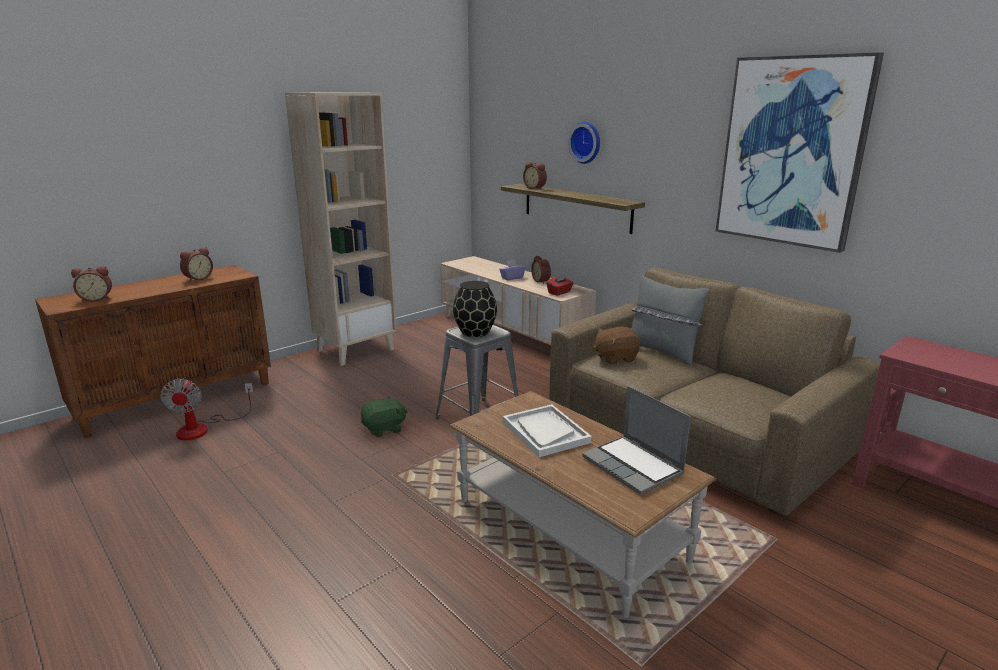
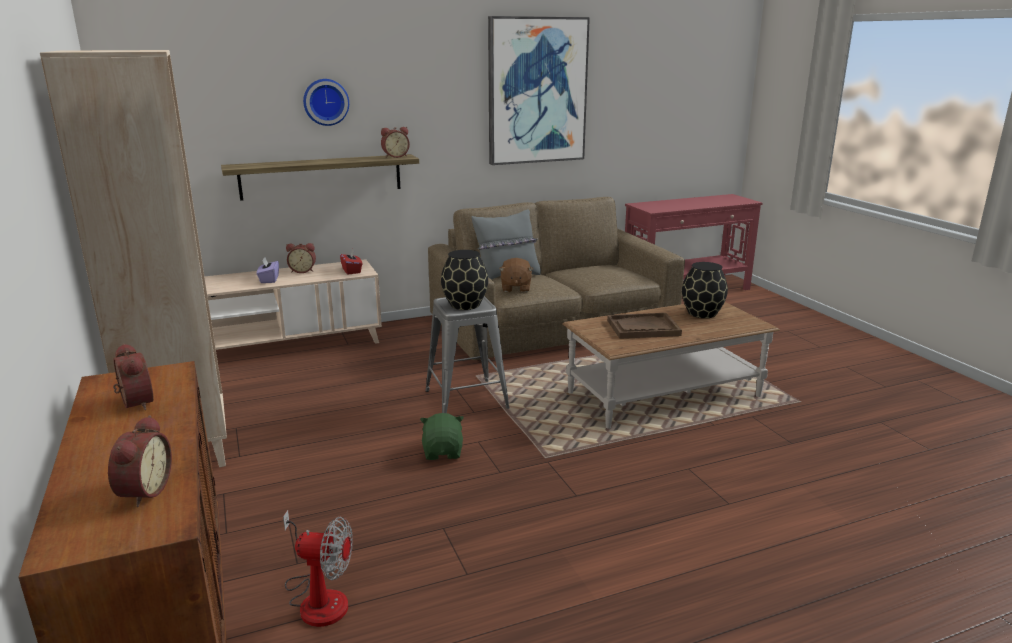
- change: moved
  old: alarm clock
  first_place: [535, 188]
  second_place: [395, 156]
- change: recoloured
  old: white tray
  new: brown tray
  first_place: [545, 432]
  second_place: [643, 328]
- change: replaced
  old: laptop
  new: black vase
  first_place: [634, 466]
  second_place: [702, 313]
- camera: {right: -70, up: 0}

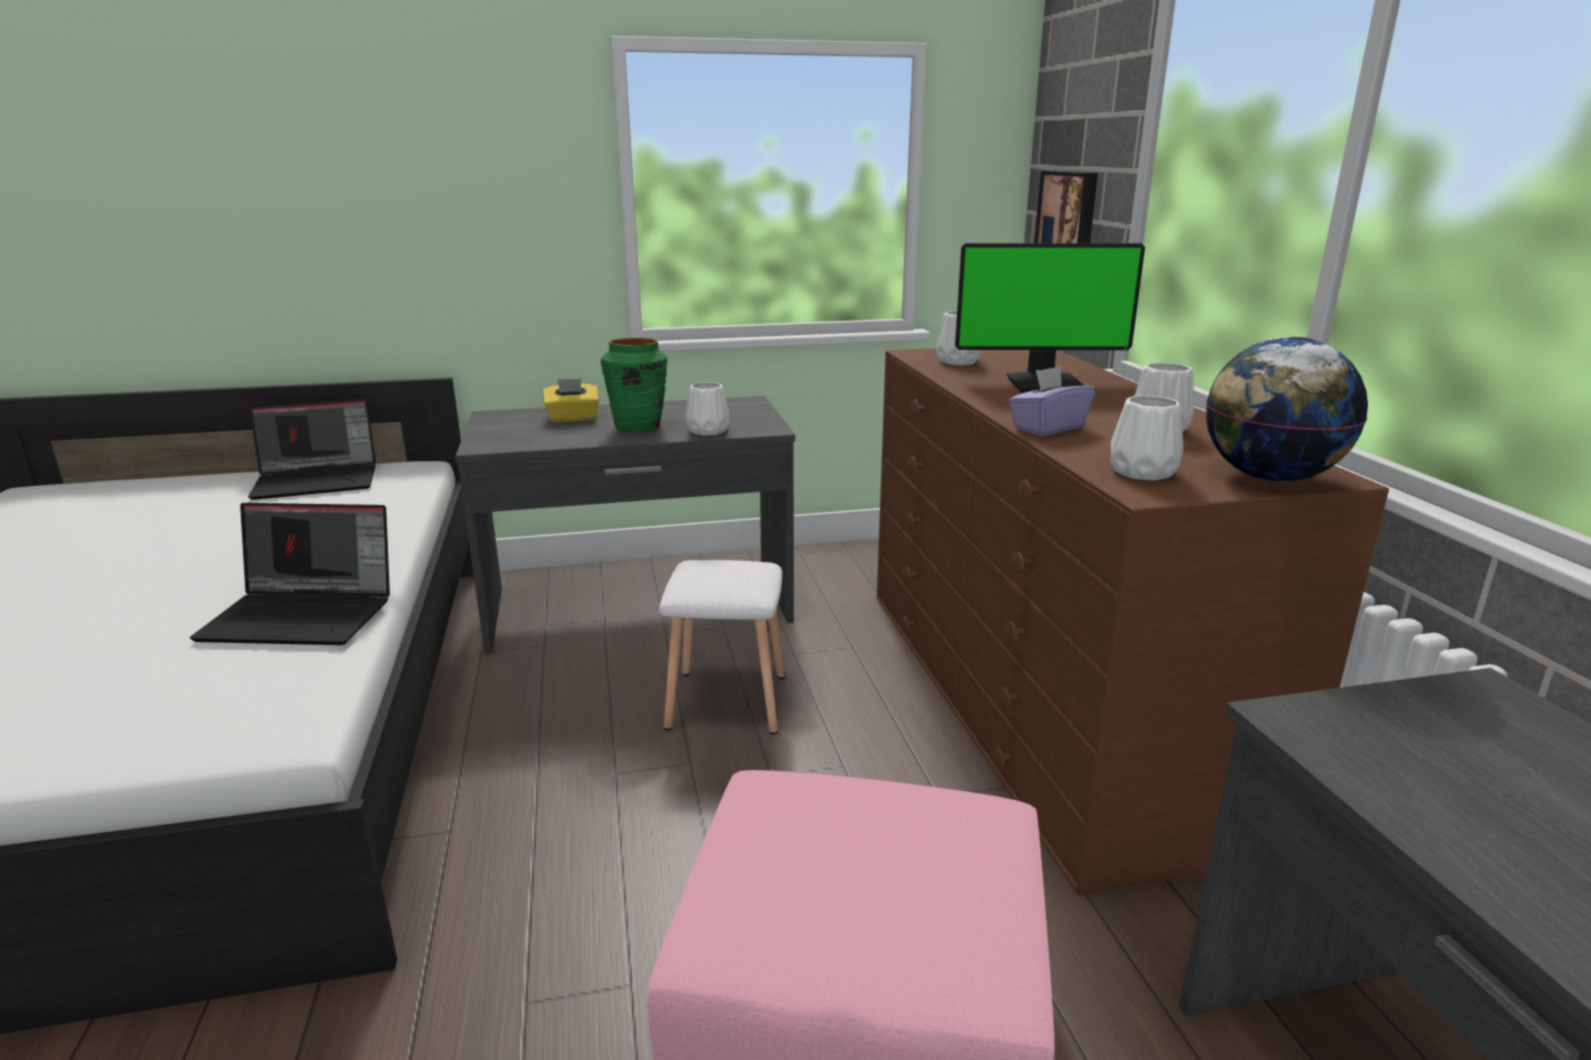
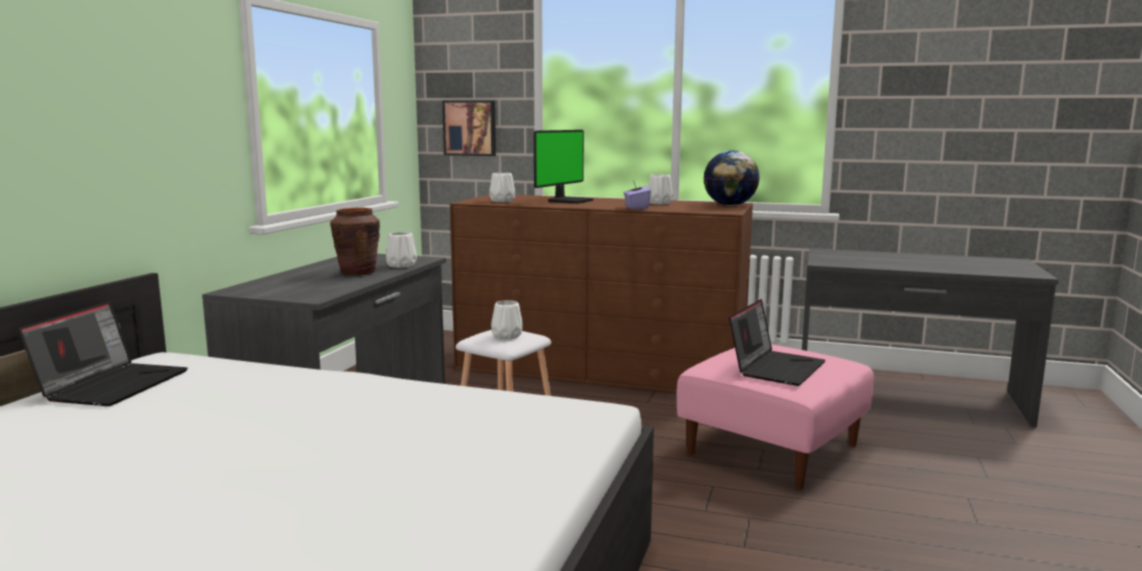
- change: recoloured
  old: green vase
  new: brown vase
  first_place: [638, 427]
  second_place: [357, 273]
- change: moved
  old: white vase
  first_place: [1141, 472]
  second_place: [507, 336]
- change: moved
  old: laptop
  first_place: [305, 615]
  second_place: [776, 368]
- change: removed
  old: yellow tissue box
  first_place: [573, 418]
- camera: {right: -60, up: -10}

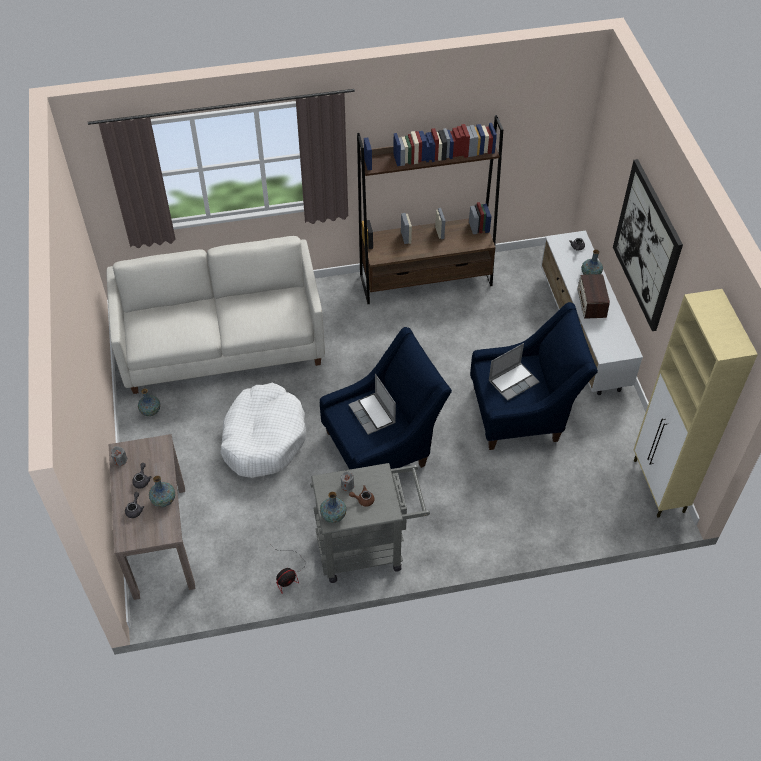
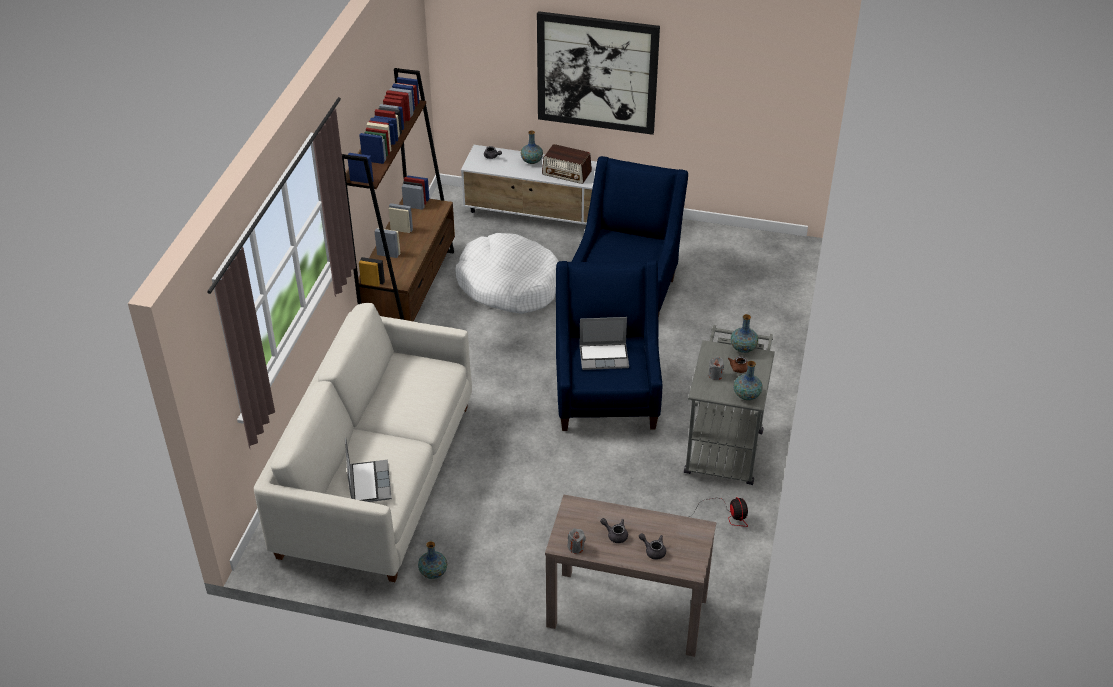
- change: moved
  old: laptop
  first_place: [513, 381]
  second_place: [368, 482]
- change: moved
  old: white dog bed
  first_place: [263, 438]
  second_place: [509, 284]
- change: moved
  old: vase
  first_place: [164, 500]
  second_place: [743, 348]
- change: removed
  old: beige cabinet
  first_place: [659, 487]
- camera: {right: -65, up: -10}

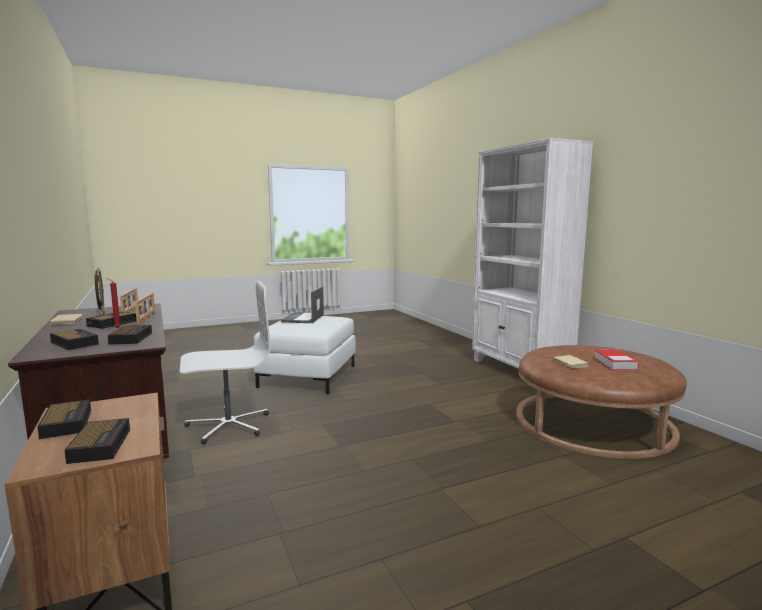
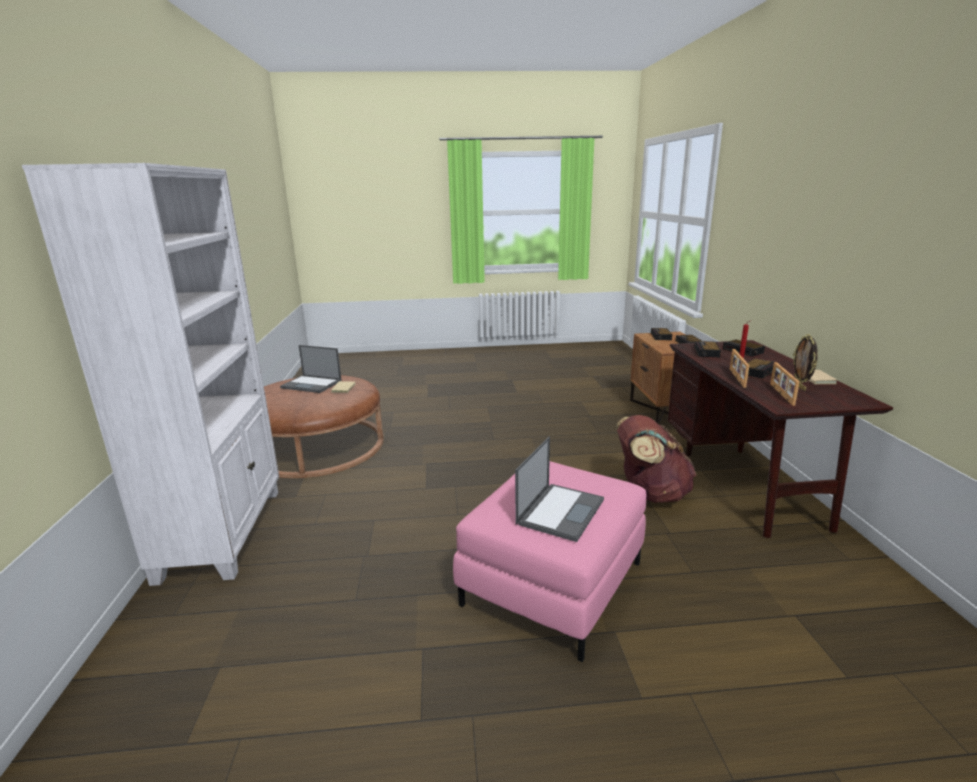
- change: replaced
  old: book
  new: laptop
  first_place: [615, 363]
  second_place: [312, 384]
- change: recoloured
  old: white ottoman
  new: pink ottoman
  first_place: [308, 376]
  second_place: [553, 583]
- change: replaced
  old: white office chair
  new: brown backpack
  first_place: [228, 425]
  second_place: [650, 493]
- camera: {right: -160, up: 10}

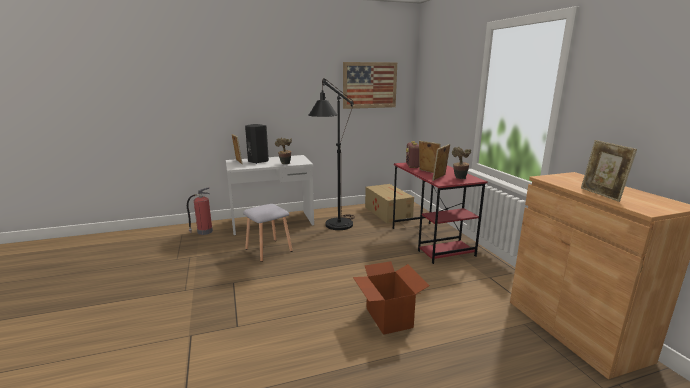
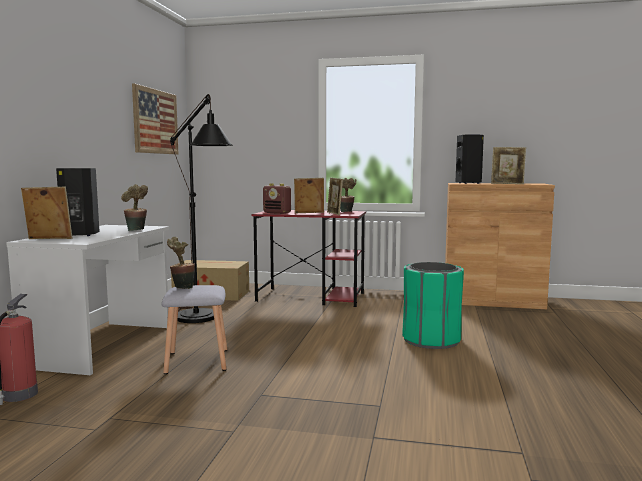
- change: added
  new: potted plant
  second_place: [182, 288]
- change: replaced
  old: cardboard box
  new: green trash can
  first_place: [388, 318]
  second_place: [431, 340]
- change: added
  new: black speaker
  second_place: [469, 183]
- camera: {right: -60, up: -10}

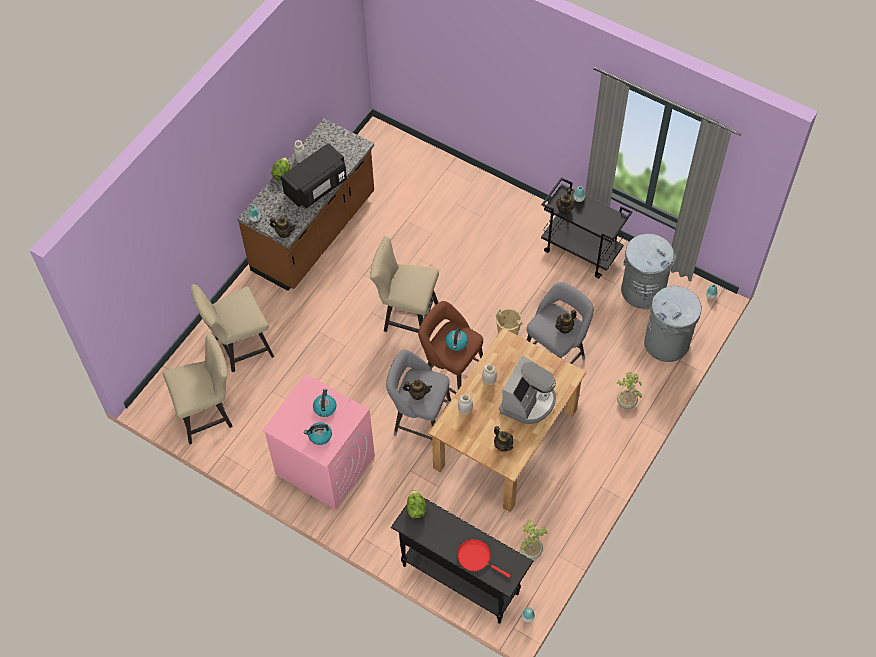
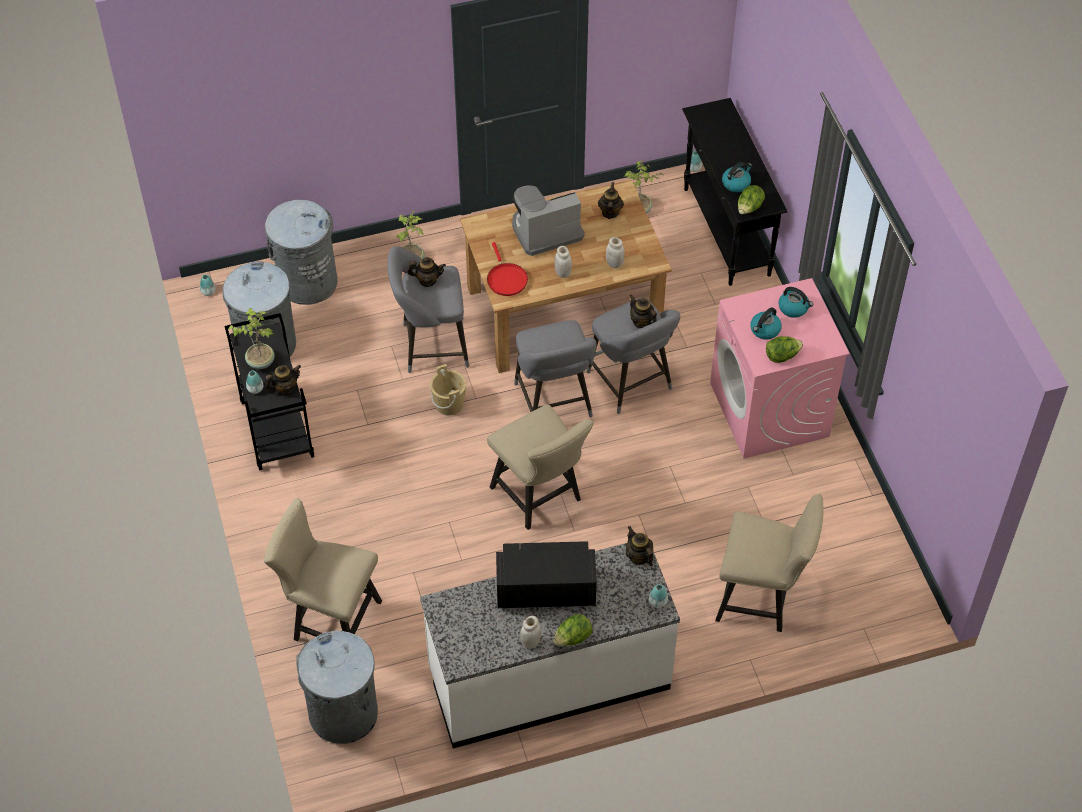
- change: added
  new: potted plant
  second_place: [260, 361]
- change: moved
  old: beige chair
  first_place: [208, 414]
  second_place: [331, 620]
- change: added
  new: grey trash can
  second_place: [343, 714]
- change: recoloured
  old: brown counter
  new: white counter
  first_place: [314, 233]
  second_place: [549, 679]
- change: moved
  old: red frying pan
  first_place: [476, 557]
  second_place: [506, 279]
- change: recoloured
  old: brown stool
  new: grey stool
  first_place: [451, 375]
  second_place: [554, 404]
- change: moved
  old: kettle
  first_place: [456, 343]
  second_place: [736, 183]
- change: added
  new: lettuce
  second_place: [782, 356]
- camera: {right: -140, up: -5}

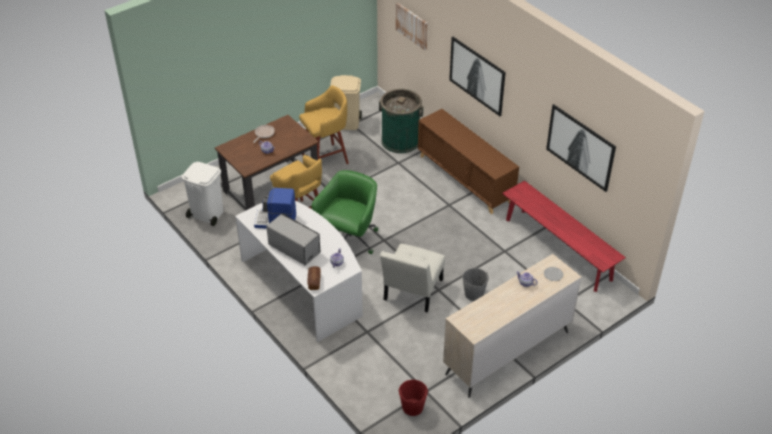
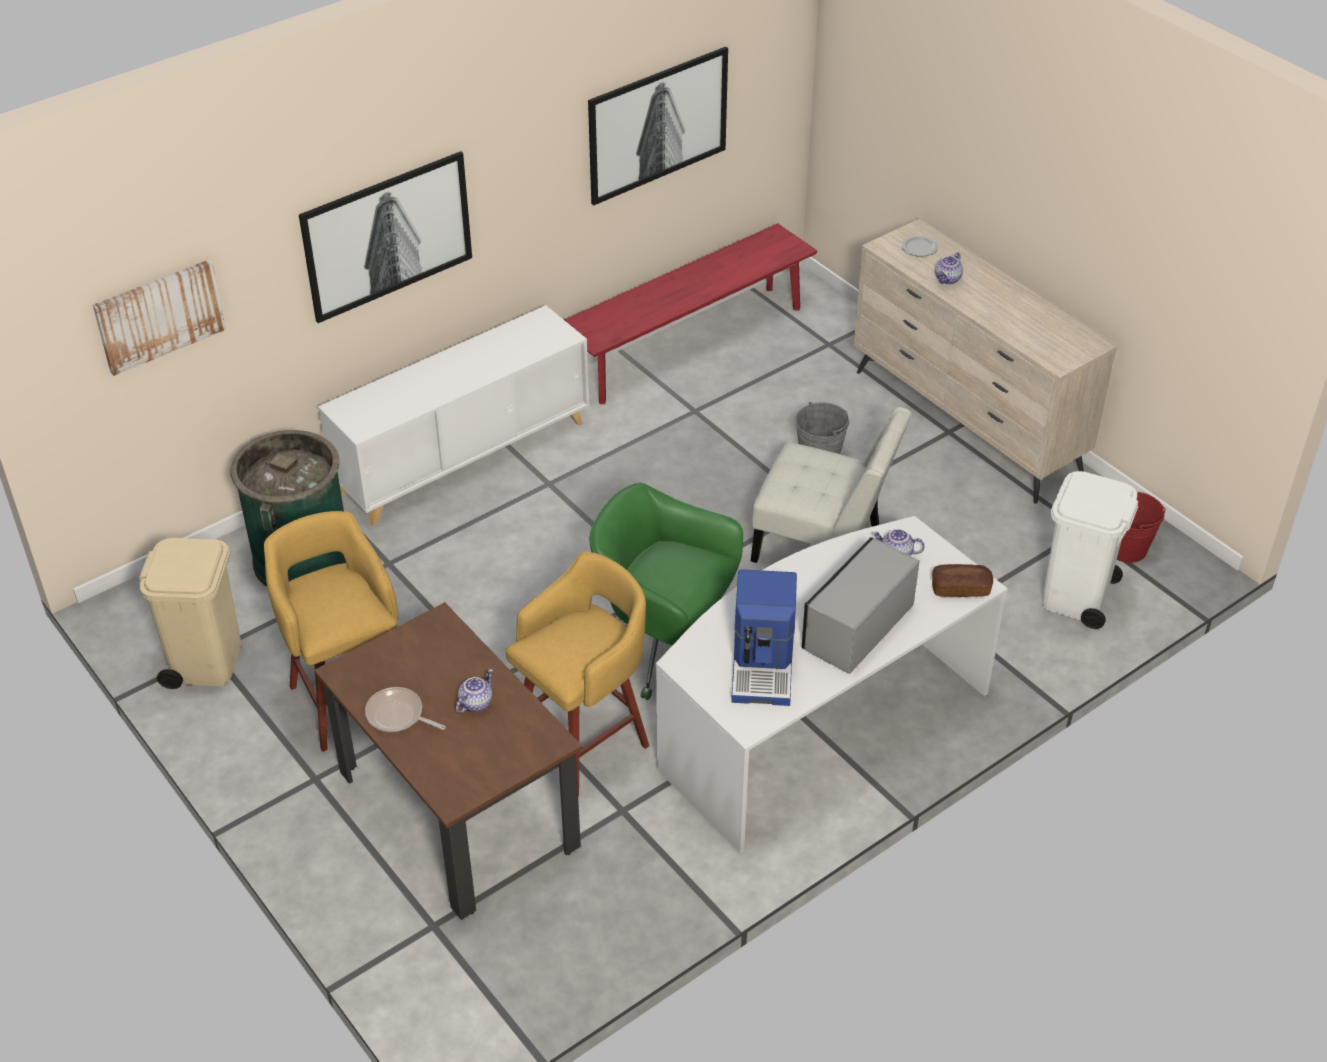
- change: recoloured
  old: brown cabinet
  new: white cabinet
  first_place: [465, 179]
  second_place: [464, 456]
- change: moved
  old: white trash can
  first_place: [207, 214]
  second_place: [1075, 597]
- camera: {right: -90, up: 0}

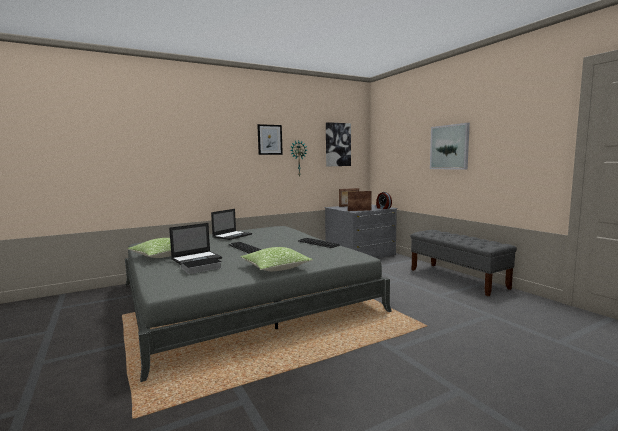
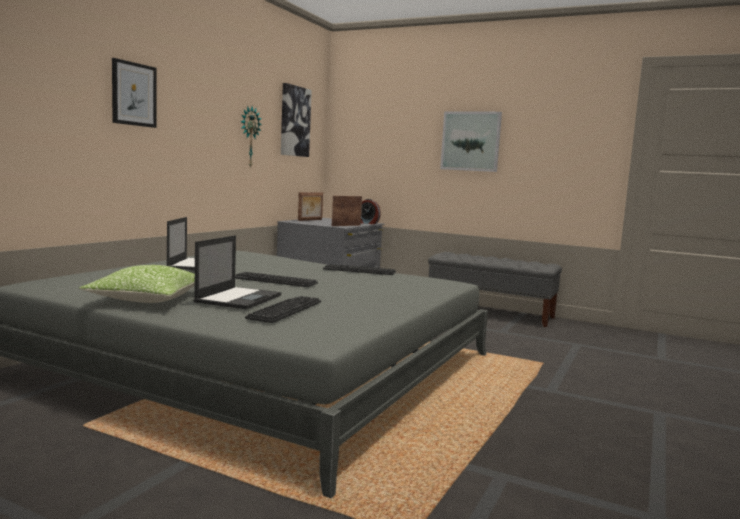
- change: moved
  old: picture
  first_place: [269, 139]
  second_place: [134, 94]
- change: replaced
  old: book
  new: keyboard
  first_place: [200, 268]
  second_place: [285, 310]
- change: removed
  old: pillow
  first_place: [276, 268]
- camera: {right: -35, up: 0}

